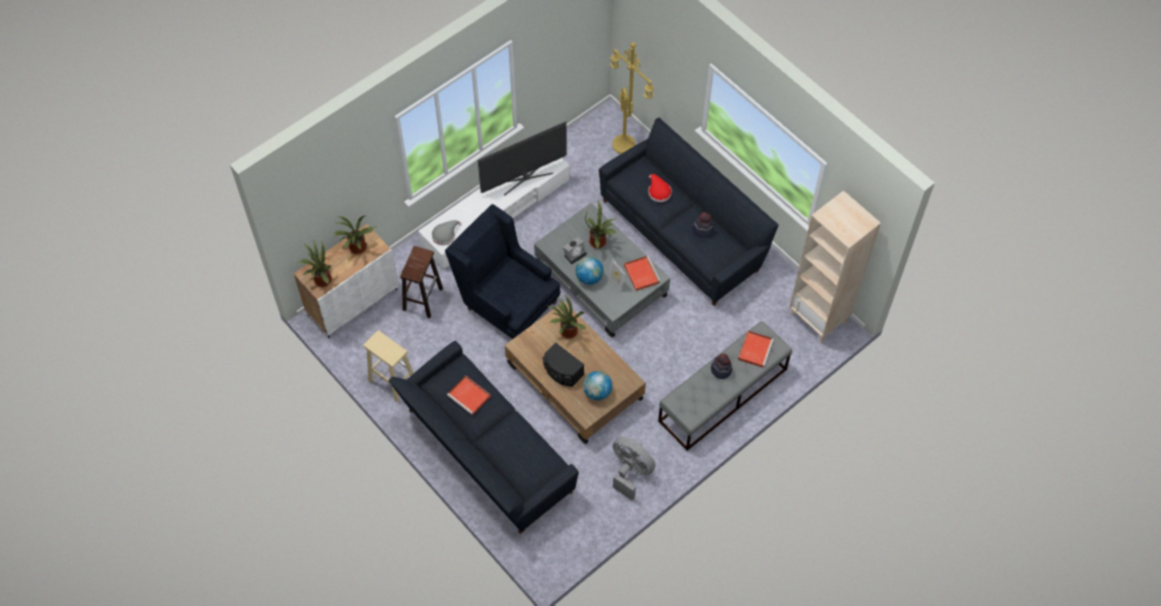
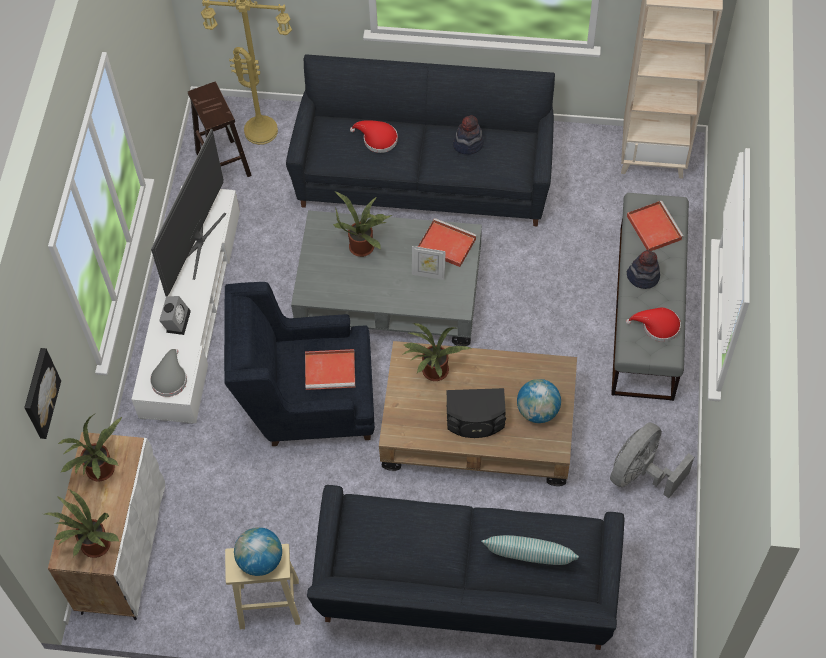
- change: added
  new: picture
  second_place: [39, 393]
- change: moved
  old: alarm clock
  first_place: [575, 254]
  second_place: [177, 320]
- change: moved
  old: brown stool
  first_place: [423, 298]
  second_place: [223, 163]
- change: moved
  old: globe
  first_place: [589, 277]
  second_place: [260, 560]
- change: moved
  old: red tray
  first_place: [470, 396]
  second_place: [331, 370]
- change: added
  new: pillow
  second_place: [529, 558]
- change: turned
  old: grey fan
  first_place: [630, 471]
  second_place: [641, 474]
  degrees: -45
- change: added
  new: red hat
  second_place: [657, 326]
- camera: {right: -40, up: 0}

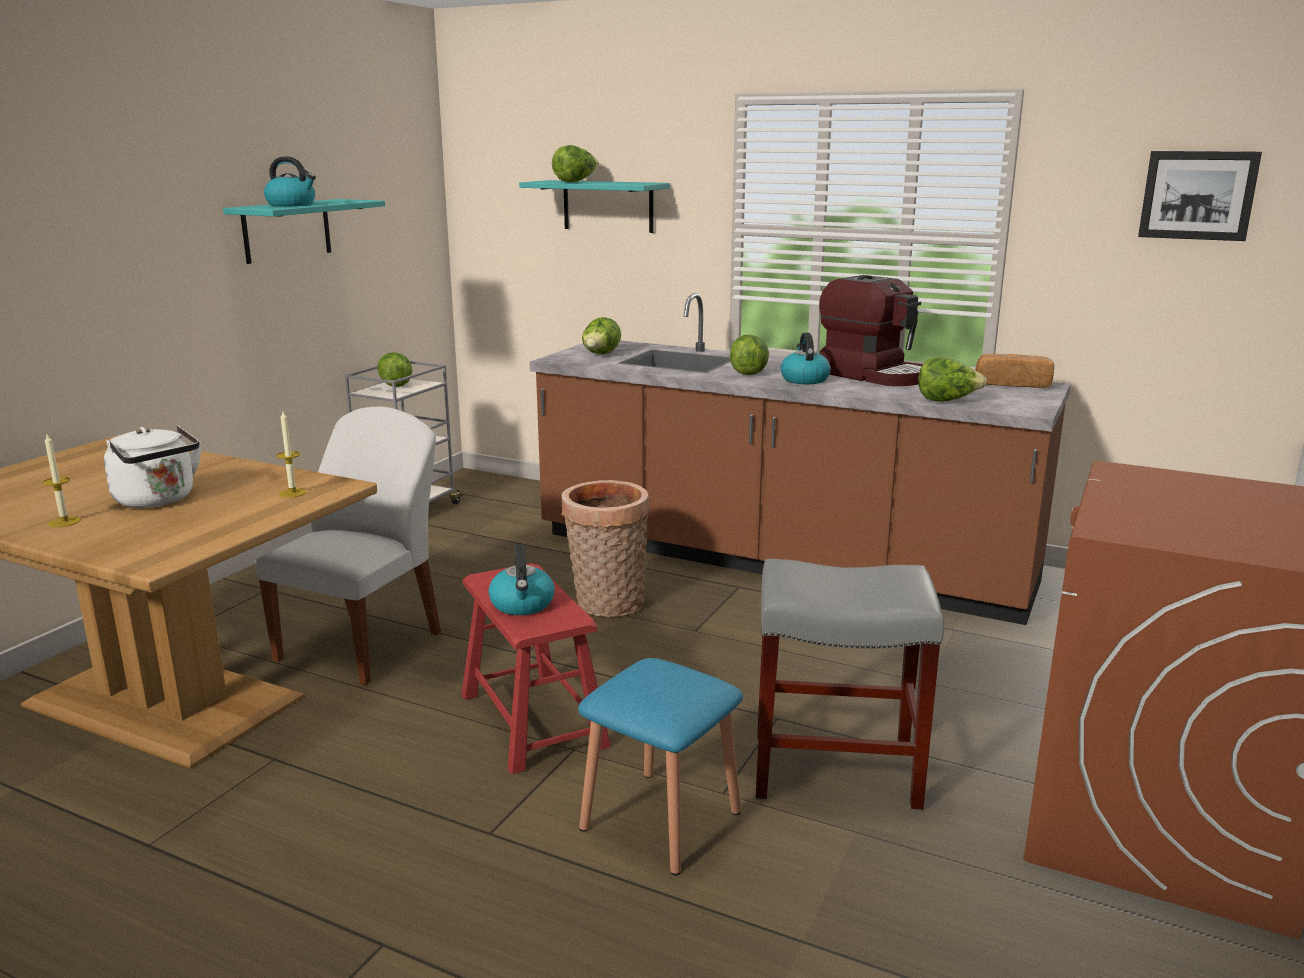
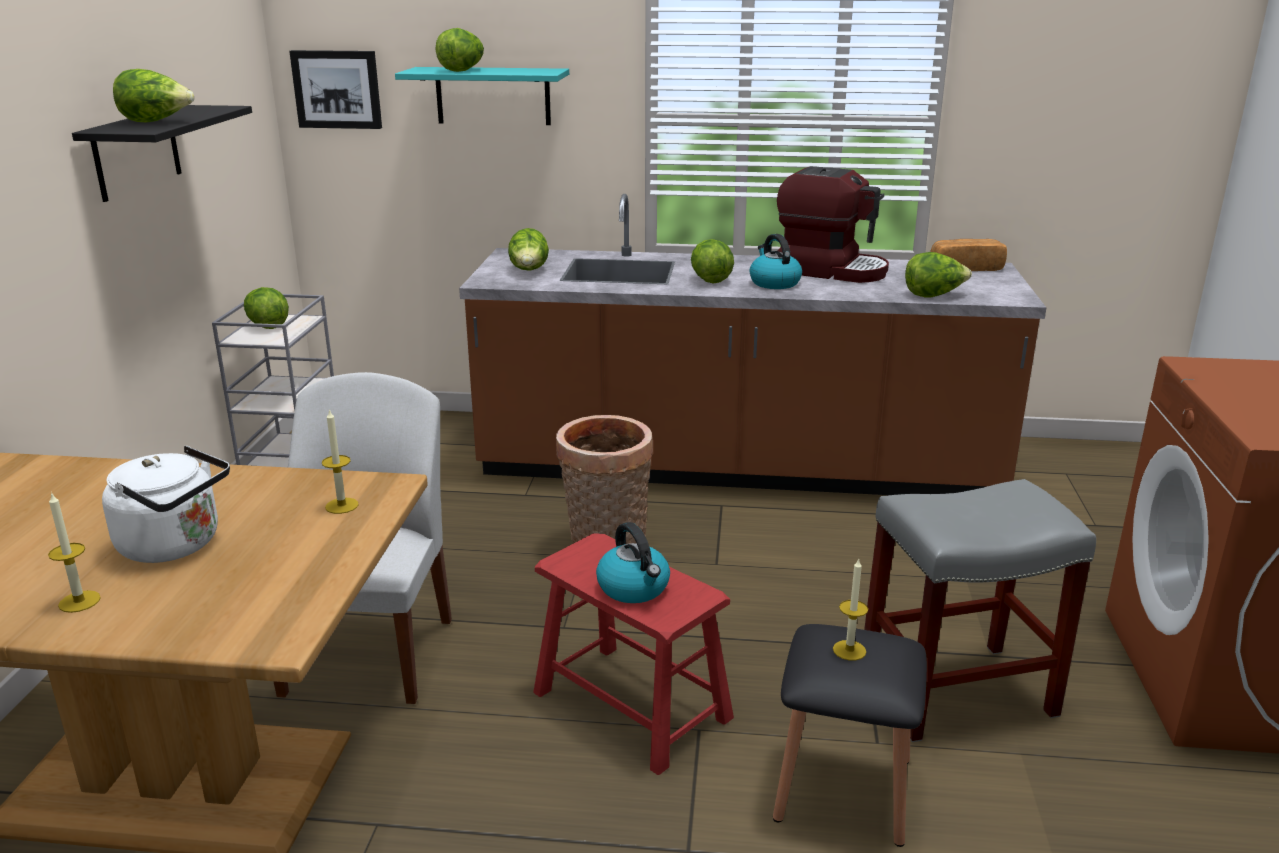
- change: recoloured
  old: turquoise shelf
  new: black shelf
  first_place: [287, 230]
  second_place: [137, 152]
- change: replaced
  old: kettle
  new: lettuce
  first_place: [292, 205]
  second_place: [156, 122]
- change: moved
  old: picture
  first_place: [1197, 195]
  second_place: [337, 89]
- change: recoloured
  old: blue stool
  new: black stool
  first_place: [661, 820]
  second_place: [843, 788]
- change: added
  new: candle
  second_place: [849, 650]
- camera: {right: -20, up: 5}

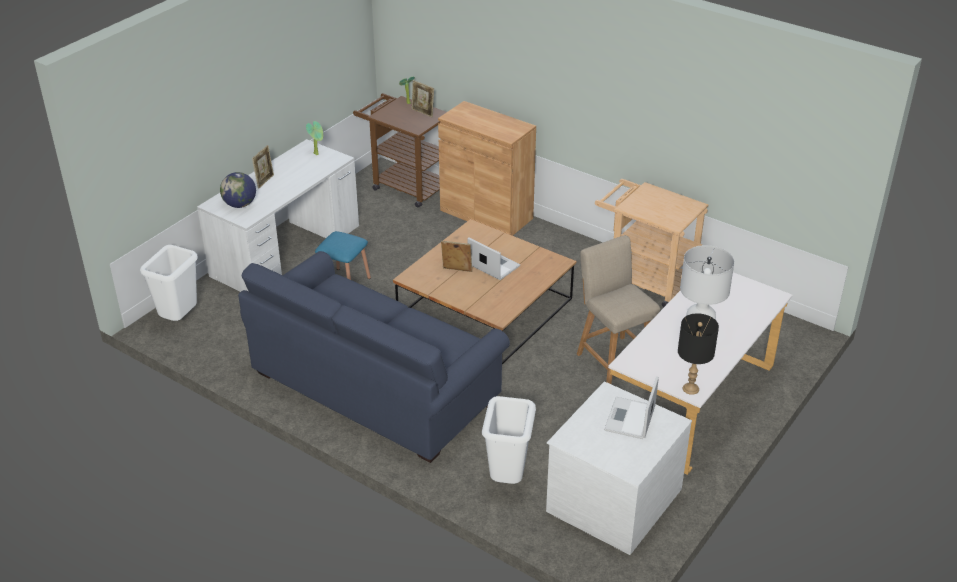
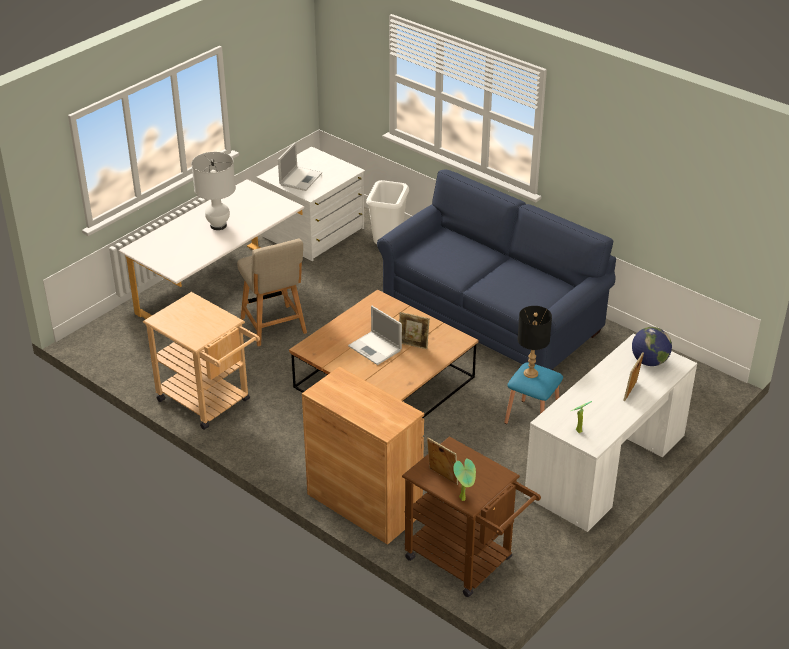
- change: moved
  old: black table lamp
  first_place: [691, 389]
  second_place: [530, 373]
- change: removed
  old: white trash can
  first_place: [180, 319]
- camera: {right: -175, up: 0}

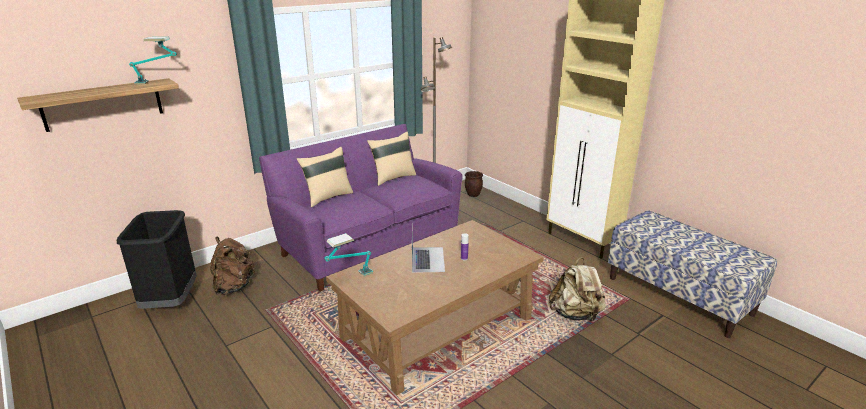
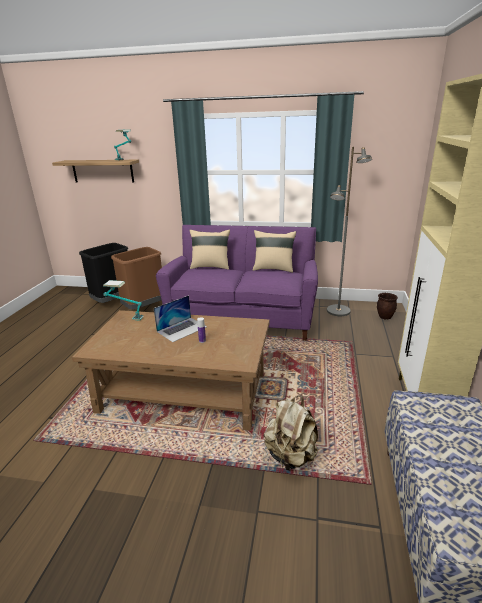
- change: replaced
  old: brown backpack
  new: brown trash can
  first_place: [234, 287]
  second_place: [144, 307]
- camera: {right: 50, up: 0}

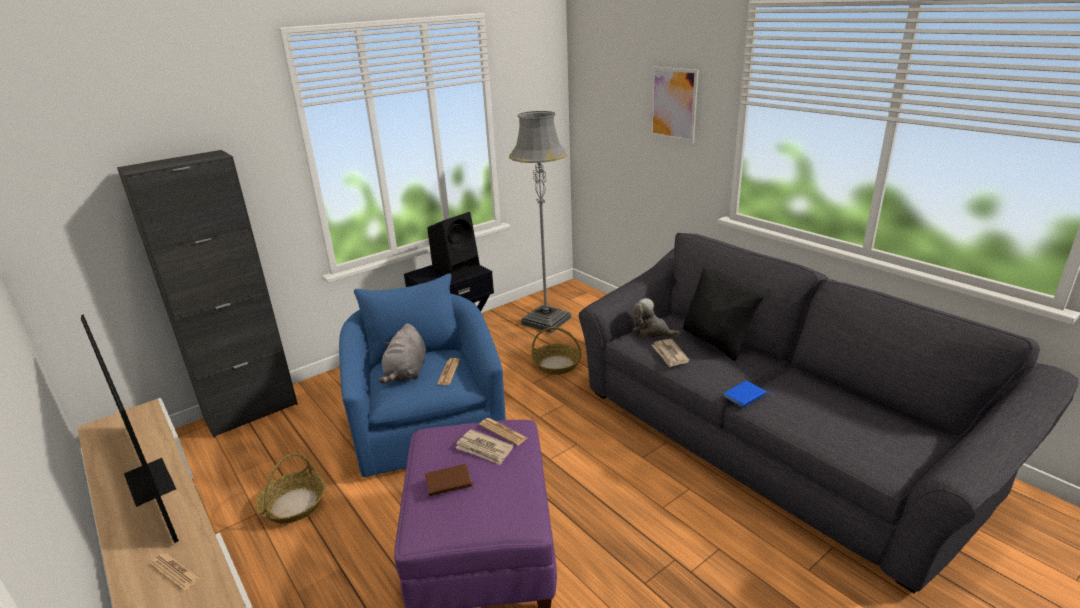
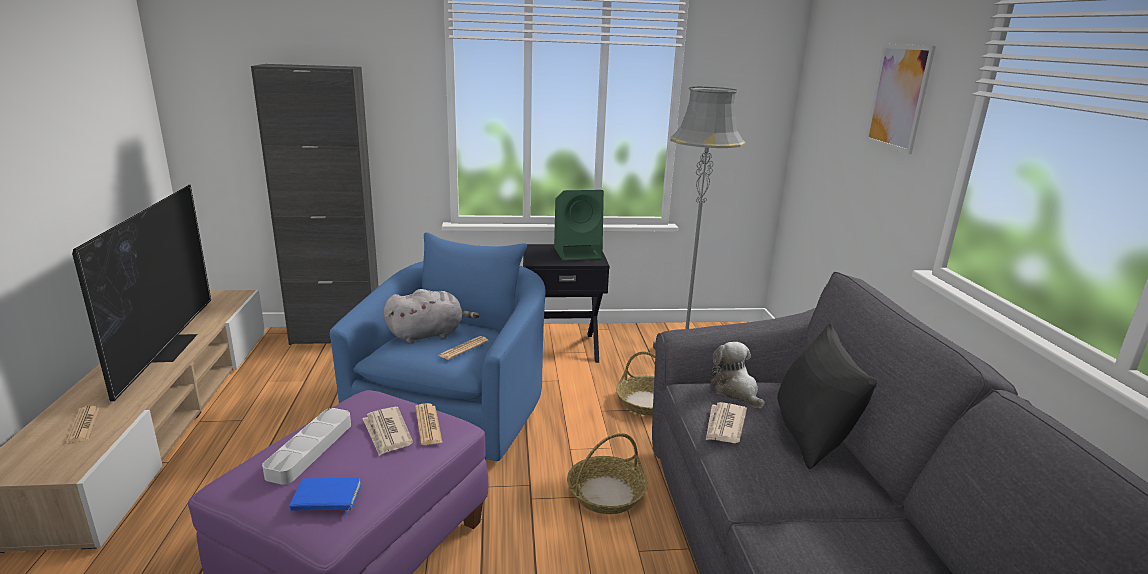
- change: replaced
  old: brown book
  new: grey tray
  first_place: [449, 483]
  second_place: [310, 449]
- change: moved
  old: blue book
  first_place: [745, 396]
  second_place: [326, 499]
- change: turned
  old: grey plush toy
  first_place: [406, 372]
  second_place: [428, 334]
  degrees: -150
- change: recoloured
  old: black speaker
  new: green speaker
  first_place: [457, 267]
  second_place: [579, 253]
- change: moved
  old: basket
  first_place: [294, 504]
  second_place: [606, 493]
- camera: {right: 30, up: -5}

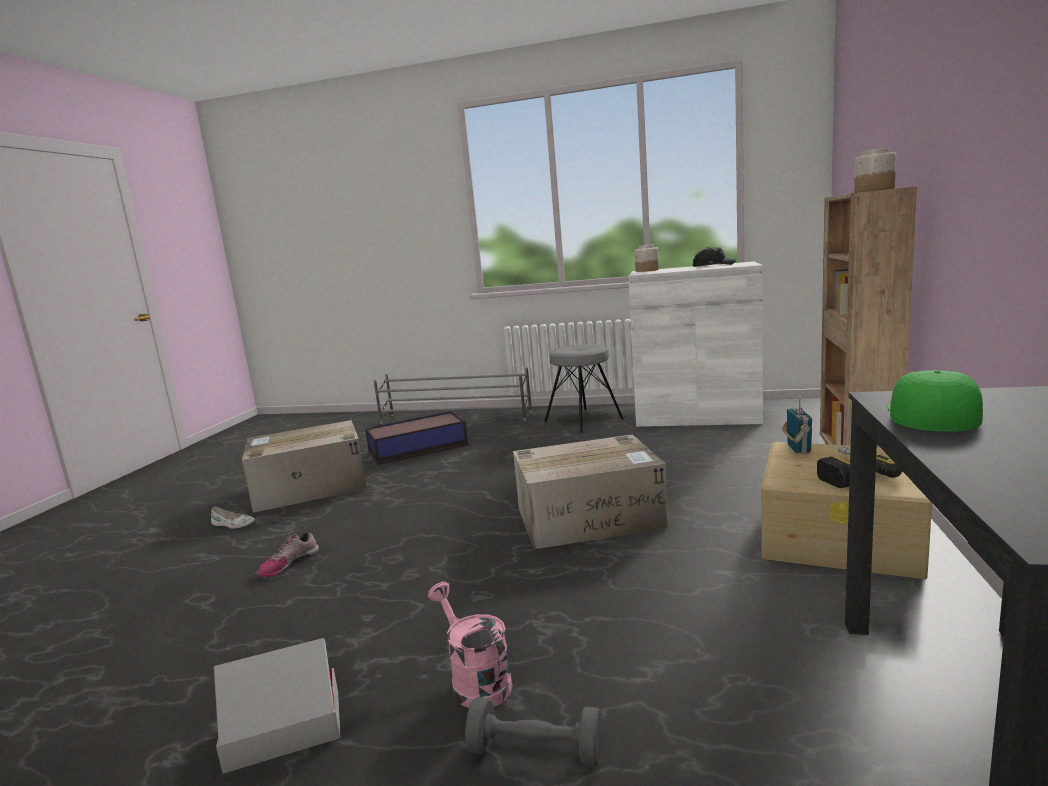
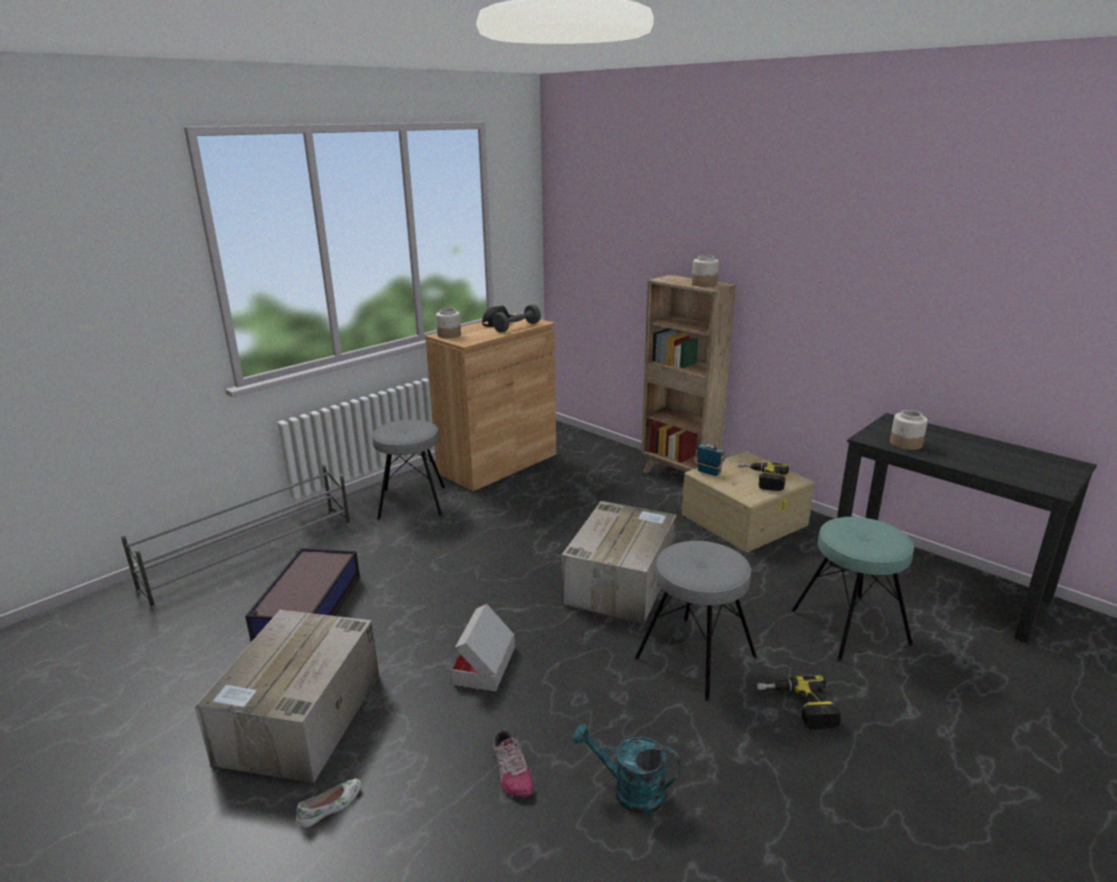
- change: recoloured
  old: white cabinet
  new: brown cabinet
  first_place: [697, 416]
  second_place: [498, 463]
- change: moved
  old: cardboard box
  first_place: [284, 729]
  second_place: [484, 665]
- change: moved
  old: grey dumbbell
  first_place: [536, 751]
  second_place: [517, 327]
- change: added
  new: turquoise watering can
  second_place: [629, 790]
- change: added
  new: grey stool
  second_place: [695, 657]
- change: replaced
  old: pink watering can
  new: power drill
  first_place: [475, 680]
  second_place: [797, 707]
- change: added
  new: turquoise stool
  second_place: [850, 627]
- change: replaced
  old: green cap
  new: jar
  first_place: [930, 414]
  second_place: [906, 444]
- camera: {right: -60, up: 10}

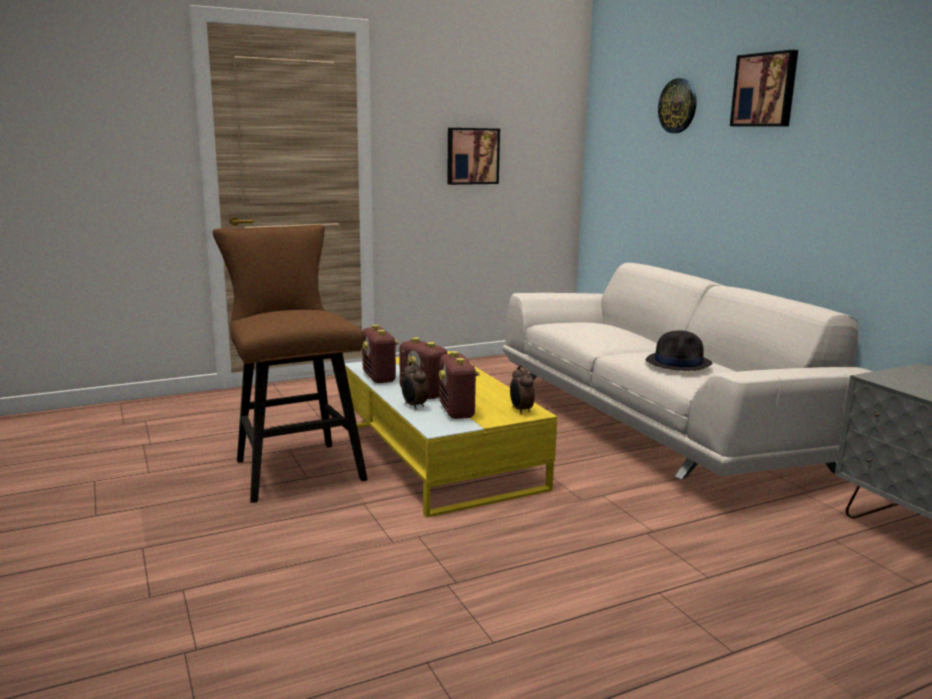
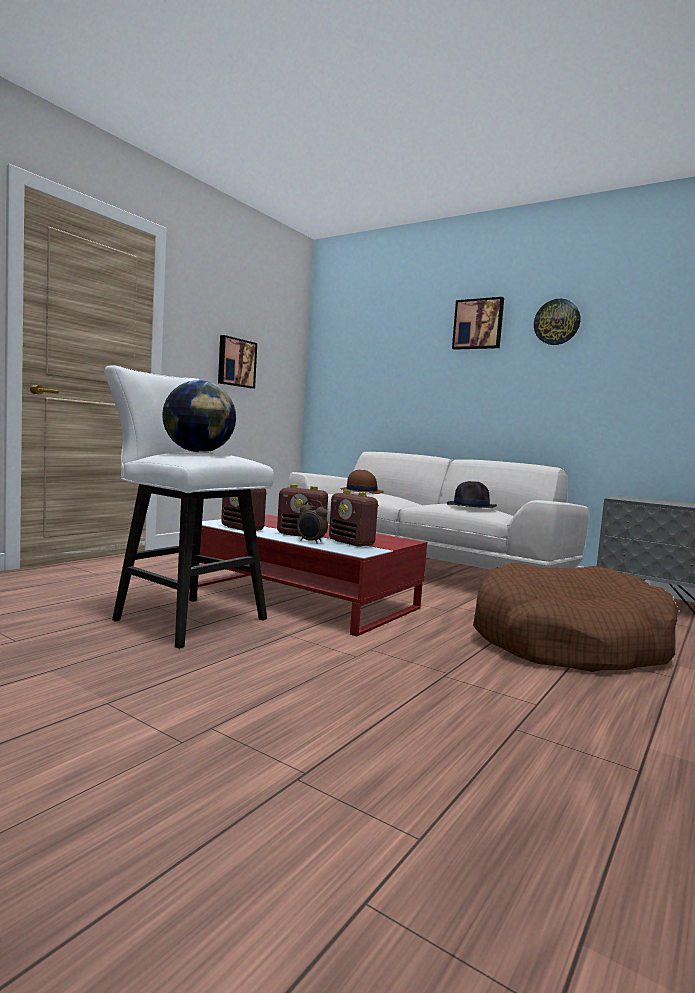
- change: recoloured
  old: brown stool
  new: white stool
  first_place: [295, 467]
  second_place: [182, 618]
- change: added
  new: globe
  second_place: [198, 452]
- change: recoloured
  old: yellow coffee table
  new: red coffee table
  first_place: [439, 456]
  second_place: [302, 597]
- change: added
  new: brown hat
  second_place: [361, 491]
- change: added
  new: brown dog bed
  second_place: [568, 642]
- change: moved
  old: wall clock
  first_place: [678, 106]
  second_place: [557, 322]
- change: removed
  old: alarm clock
  first_place: [520, 410]
- camera: {right: -30, up: -10}

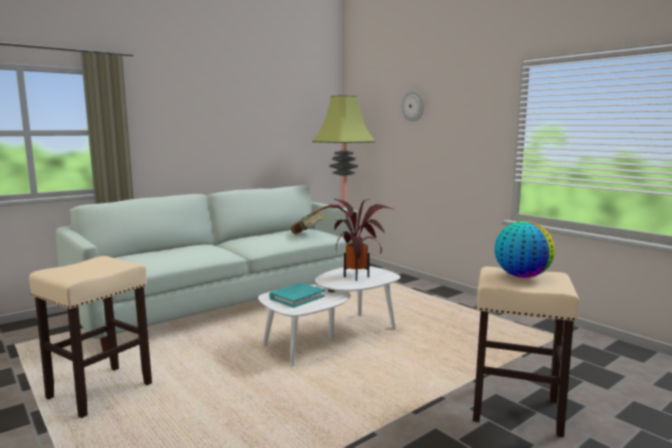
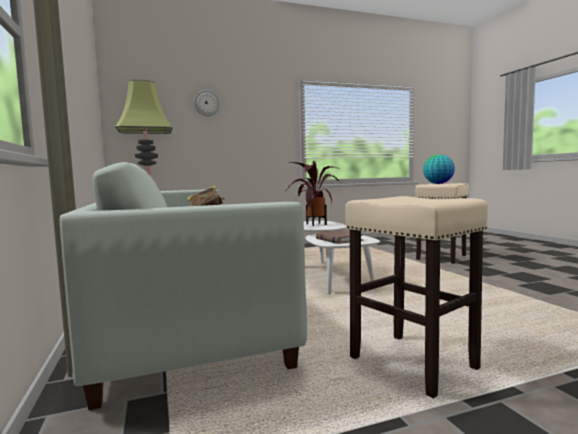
- change: recoloured
  old: turquoise book
  new: brown book
  first_place: [297, 297]
  second_place: [338, 239]
- camera: {right: -70, up: -5}

